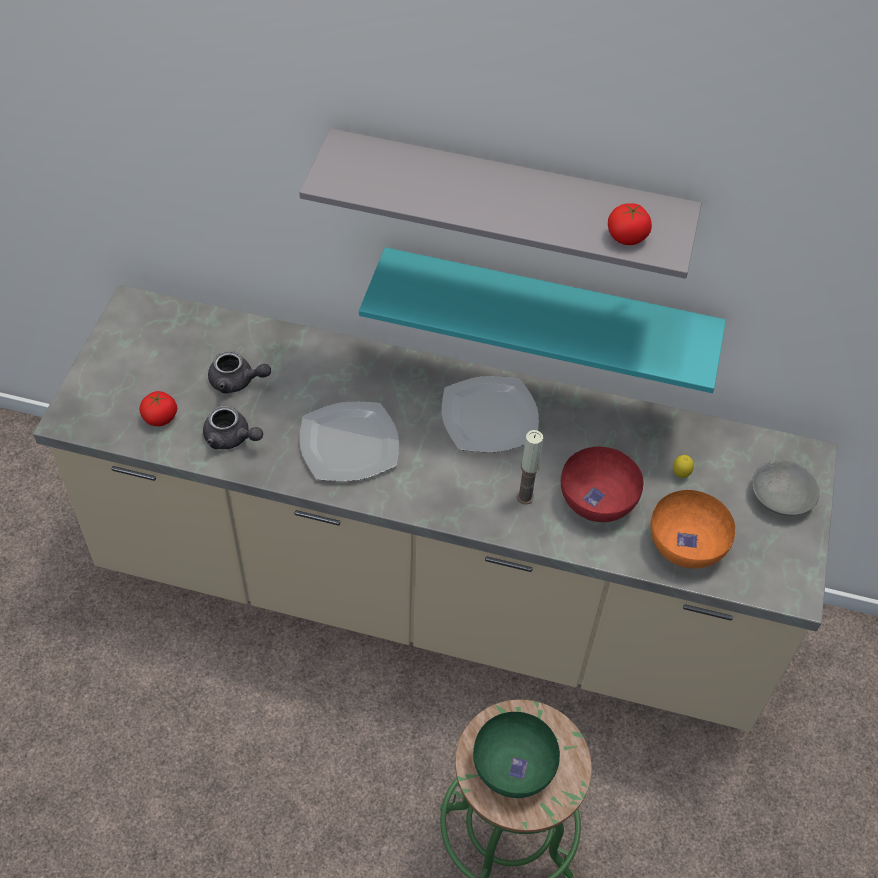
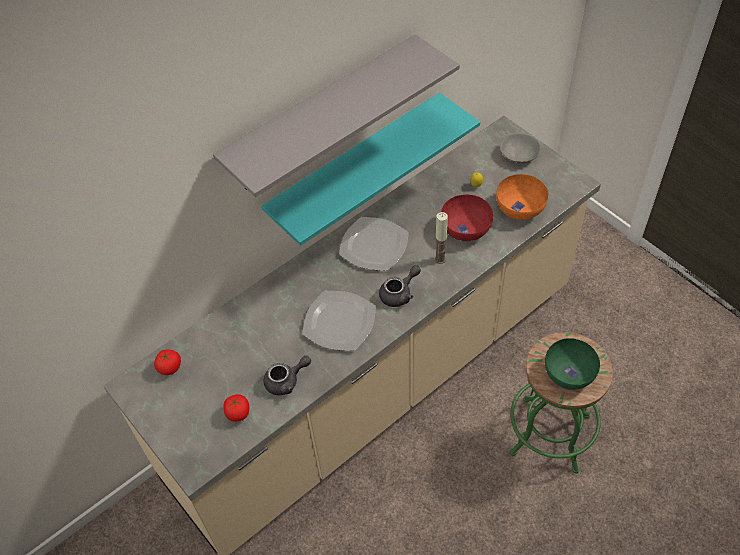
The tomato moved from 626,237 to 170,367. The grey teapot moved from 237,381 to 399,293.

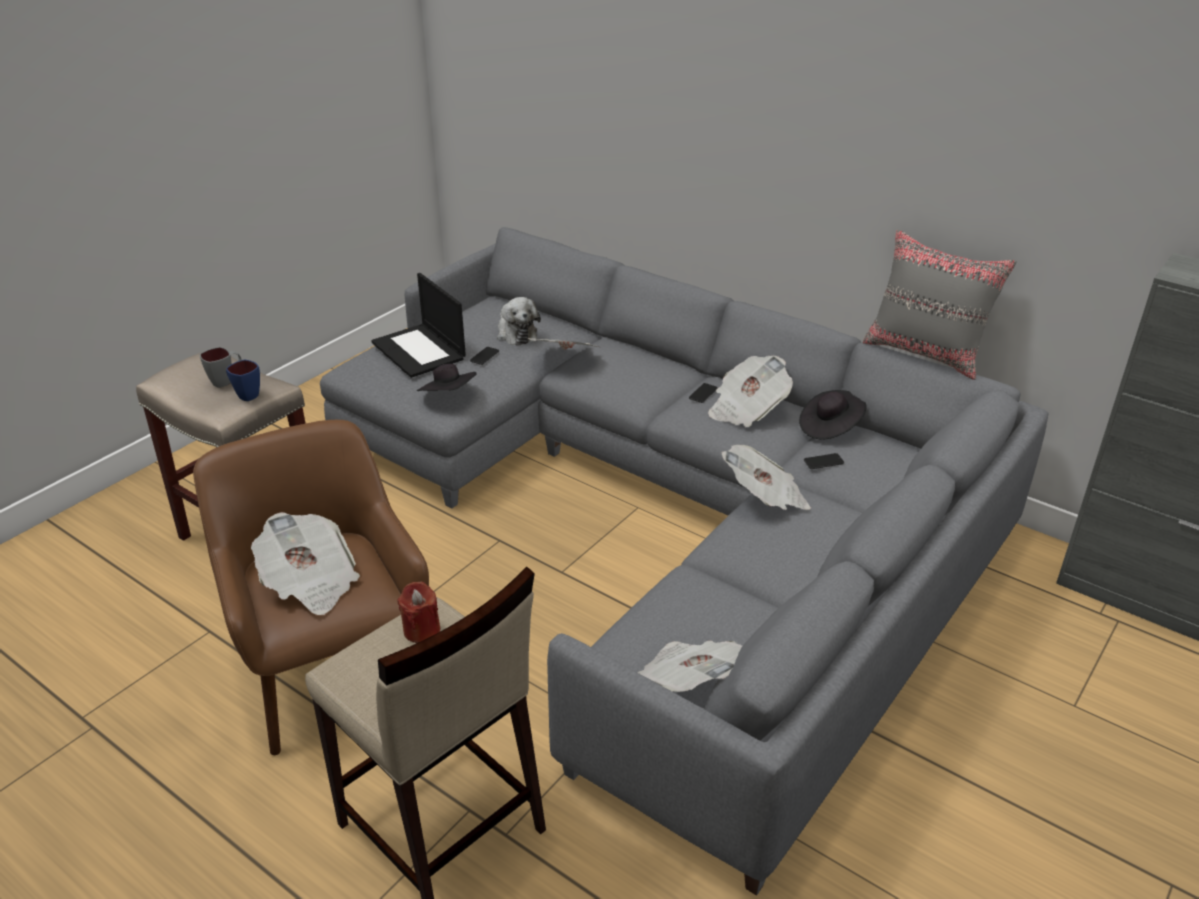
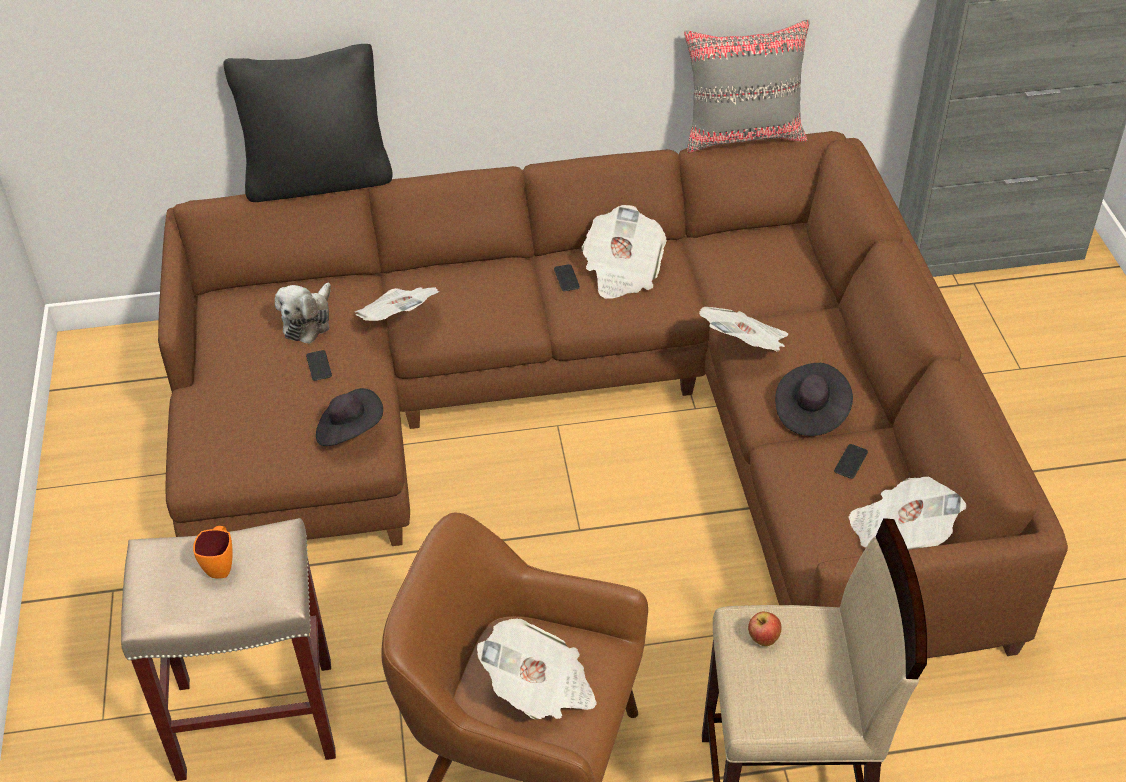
The grey sofa at 673,517 became the brown sofa at 598,414. The grey mug at 226,381 became the orange mug at 221,564. The black pillow at 319,180 appeared. The plush toy at 516,333 turned 90 degrees clockwise. The red candle at 421,630 was replaced by the apple at 763,639. The black hat moved from 830,427 to 810,412. The phone moved from 823,462 to 851,462. The blue mug at 245,394 disappeared. The laptop at 420,351 disappeared.

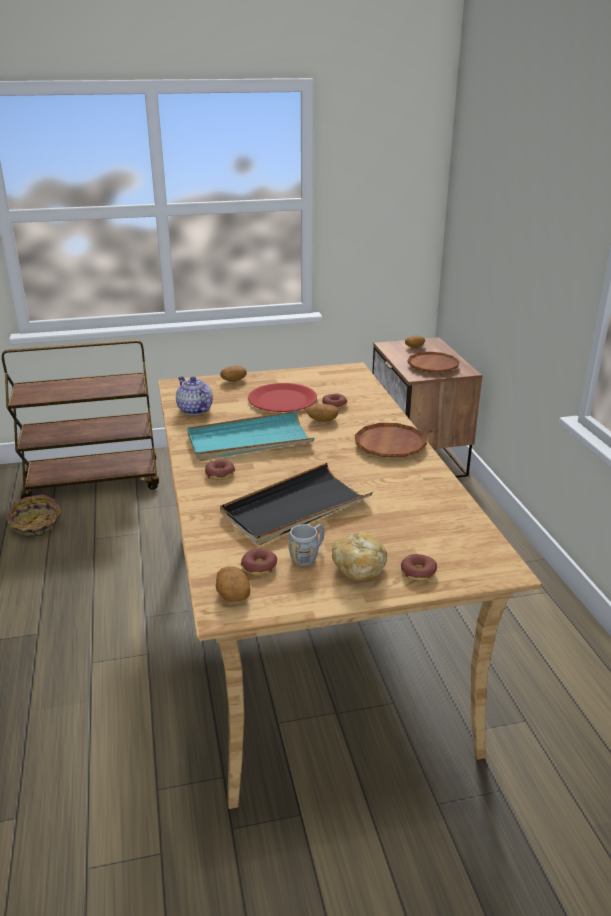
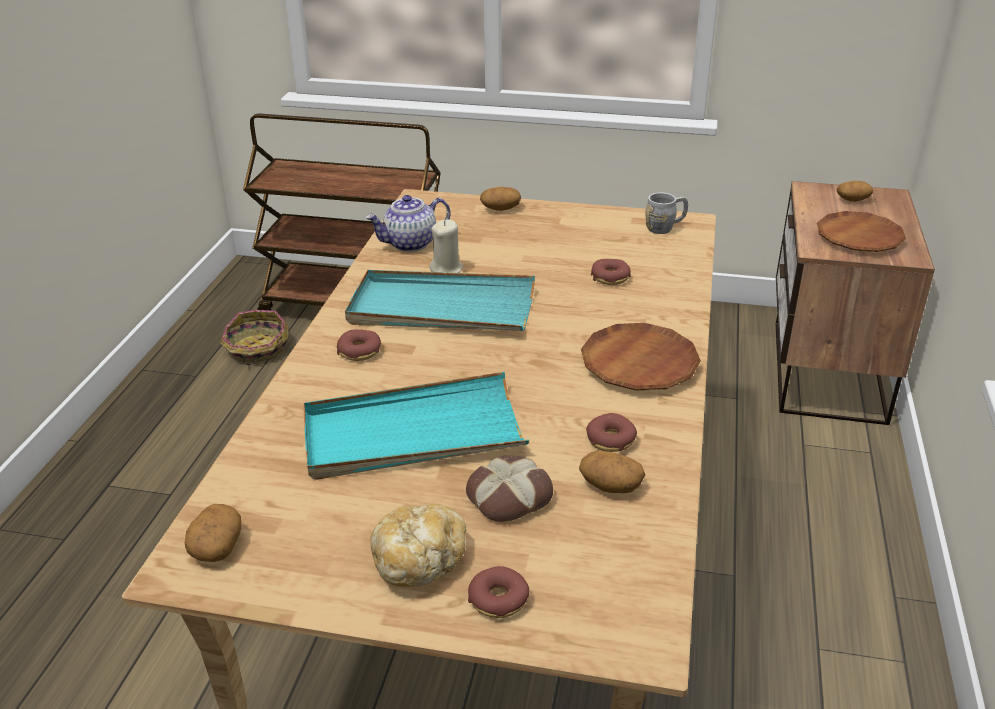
The black tray at 295,508 became the turquoise tray at 412,434. The teapot at 194,410 turned 105 degrees counterclockwise. The beige candle at 446,269 appeared. The bread at 508,496 appeared. The potato moved from 322,420 to 610,485. The donut moved from 259,567 to 611,440. The grey mug moved from 308,556 to 665,227. The red plate at 282,400 disappeared.

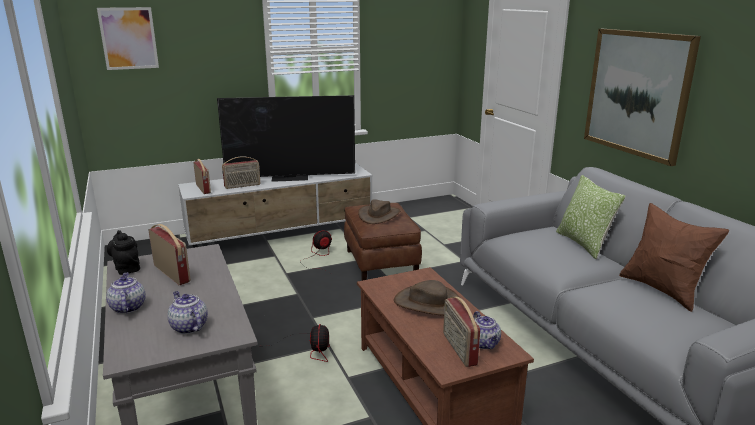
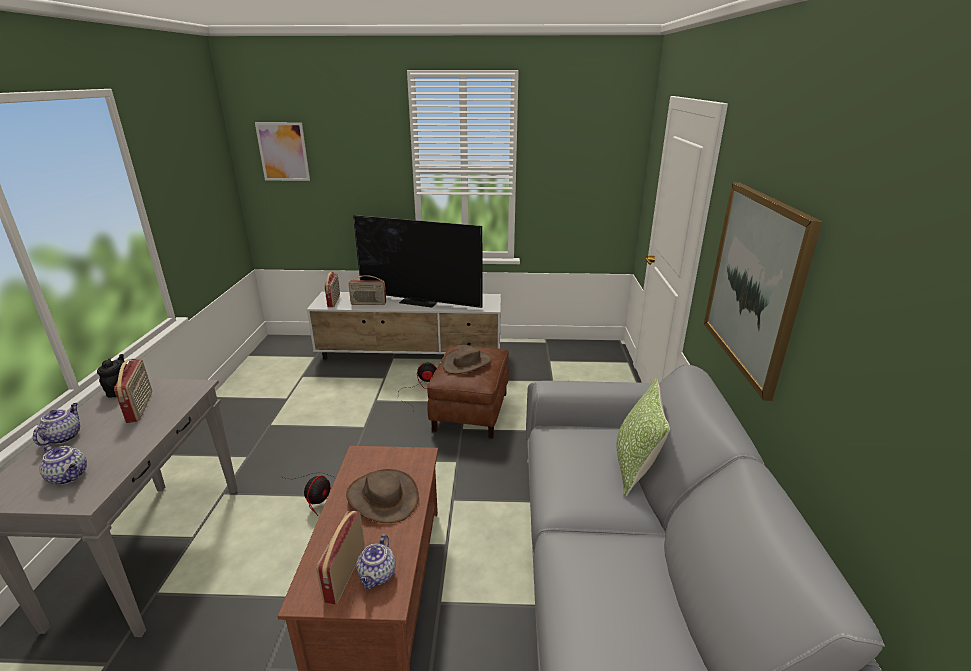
The teapot at 188,327 turned 135 degrees clockwise. The brown pillow at 662,290 disappeared.

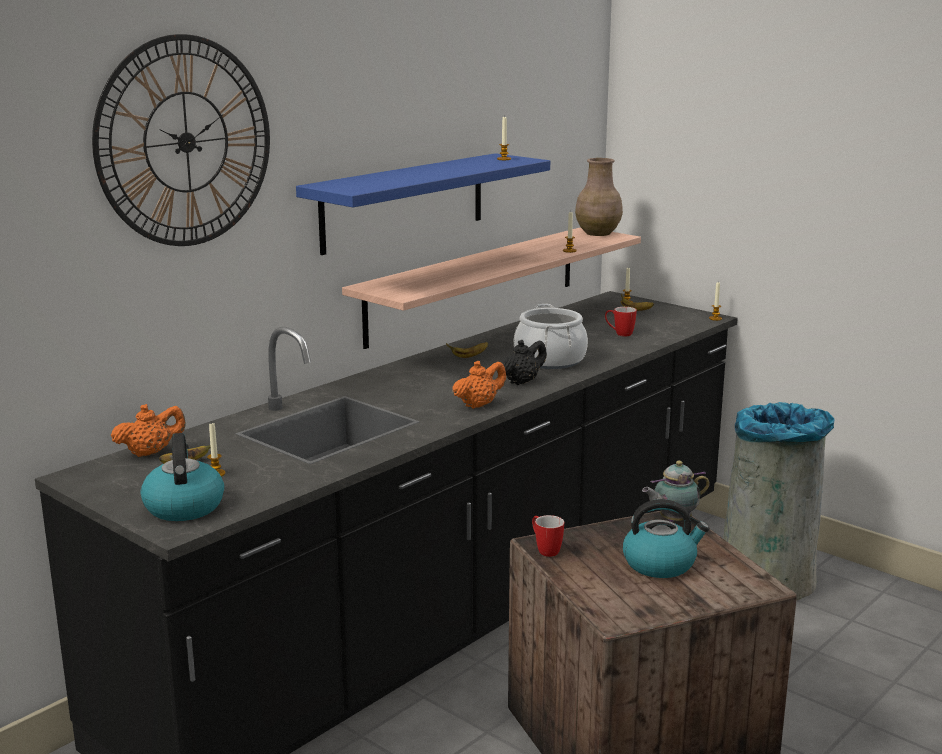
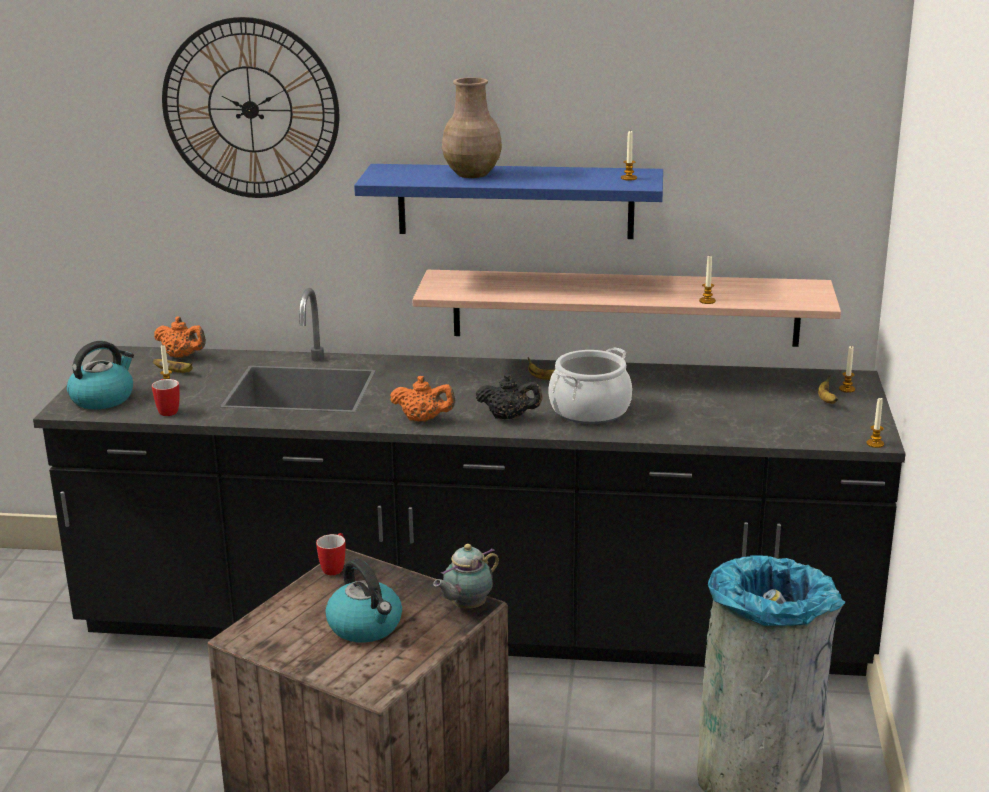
The mug moved from 619,334 to 167,410. The teapot at 673,520 turned 75 degrees counterclockwise. The brown vase moved from 598,233 to 472,174.

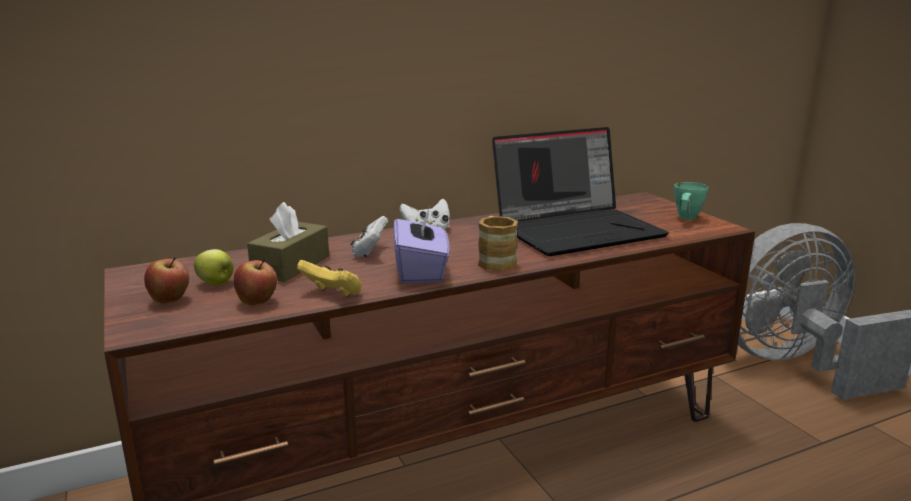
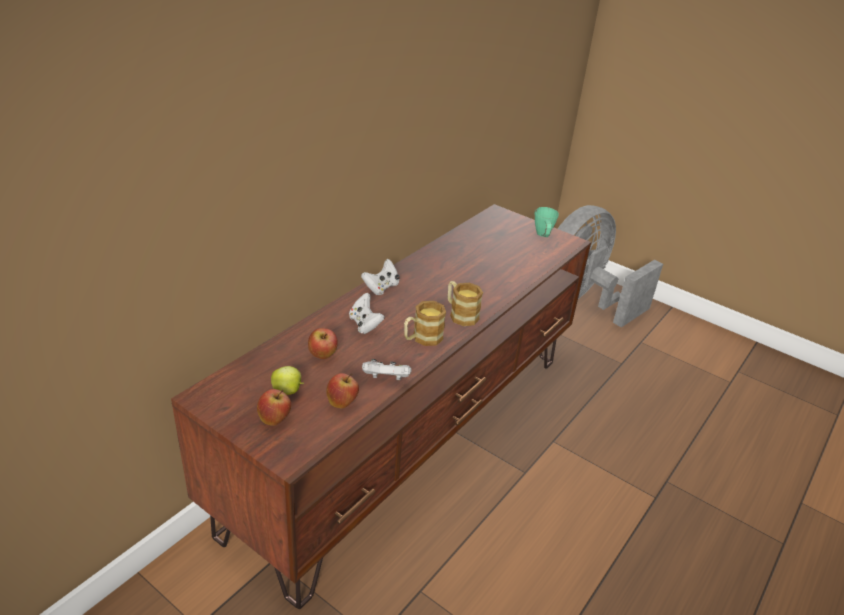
The brown tissue box at 291,265 was replaced by the apple at 323,355. The yellow game controller at 333,294 became the white game controller at 386,379. The purple tissue box at 421,271 was replaced by the mug at 422,338. The laptop at 578,230 disappeared.

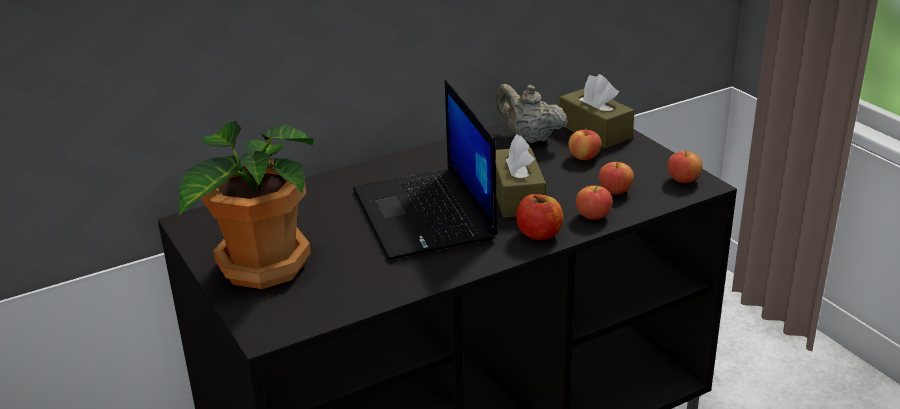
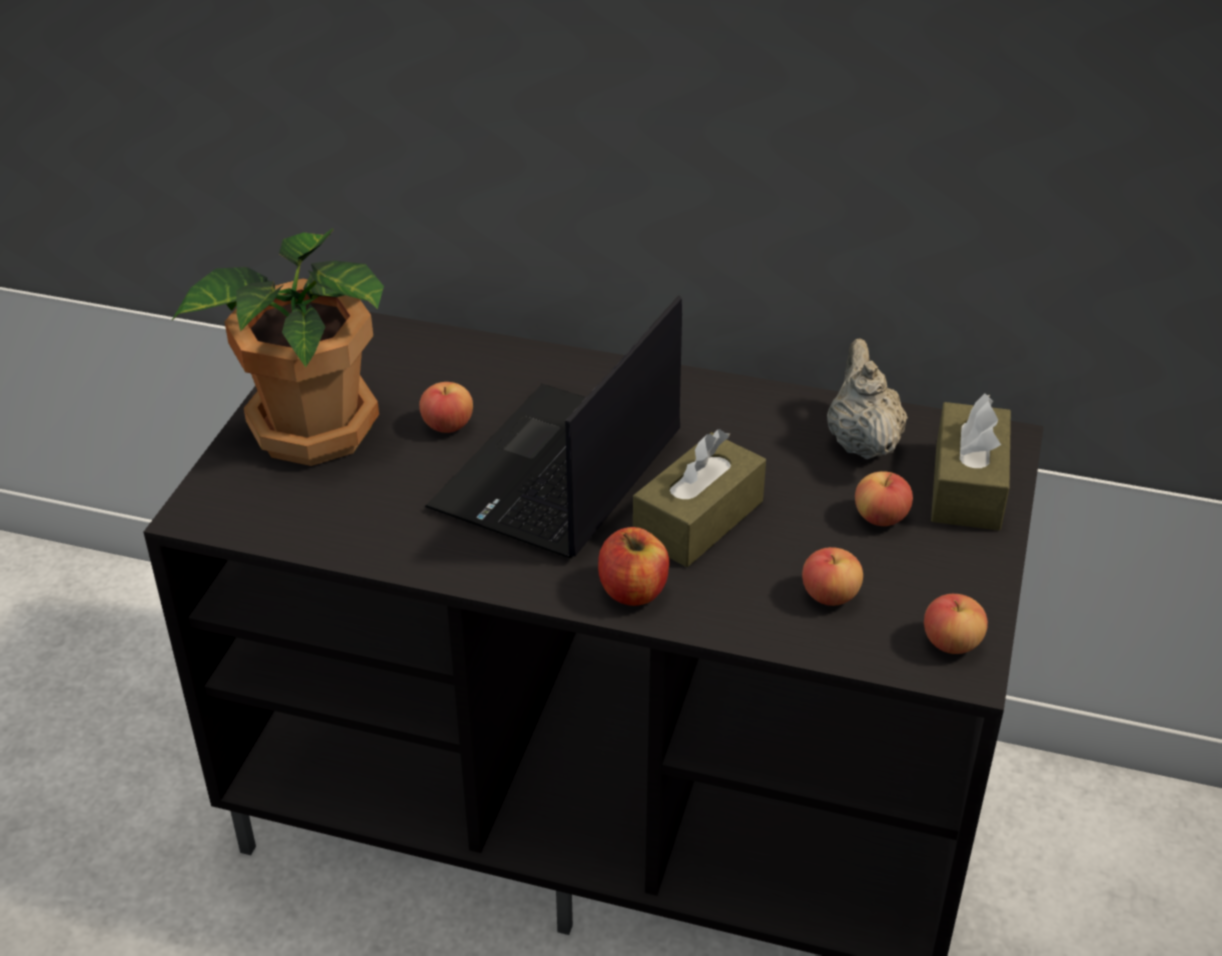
The apple moved from 593,215 to 447,425.

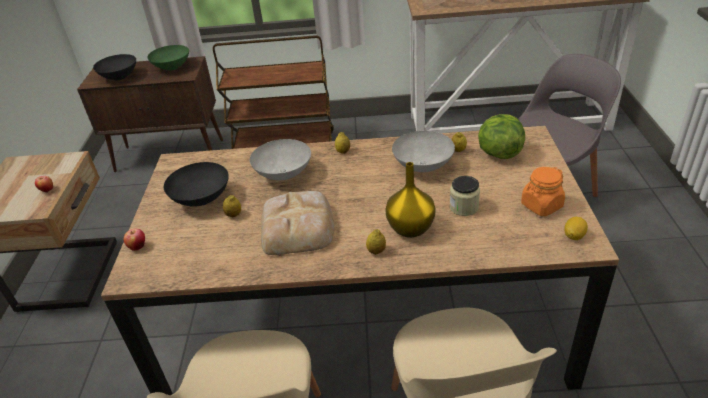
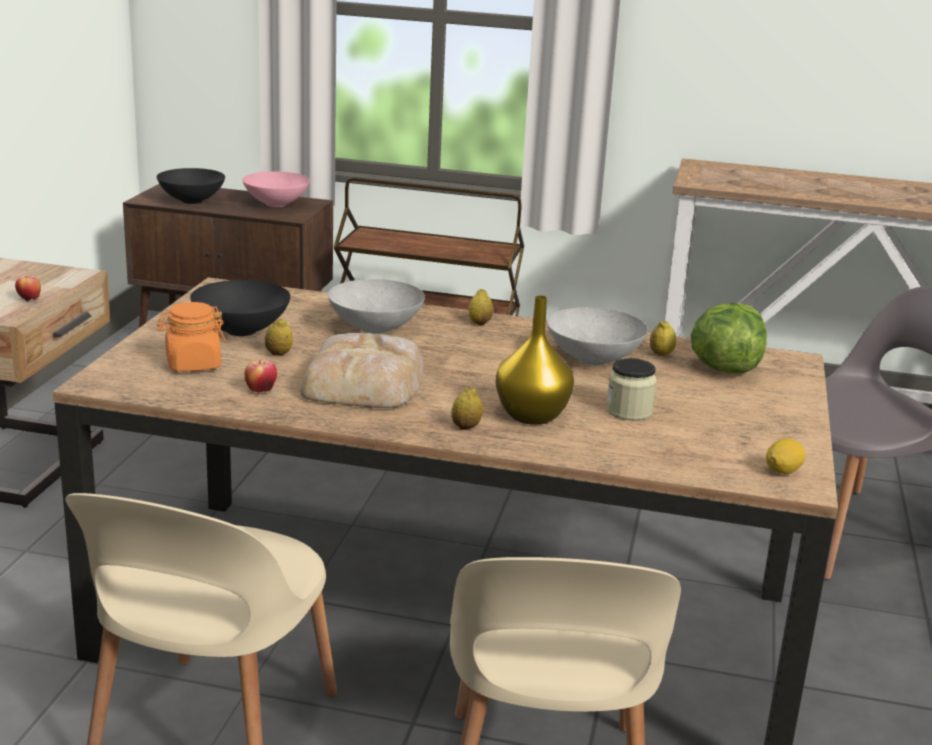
The orange jar moved from 541,206 to 193,364. The green bowl at 172,67 became the pink bowl at 276,204. The apple moved from 138,247 to 261,391.

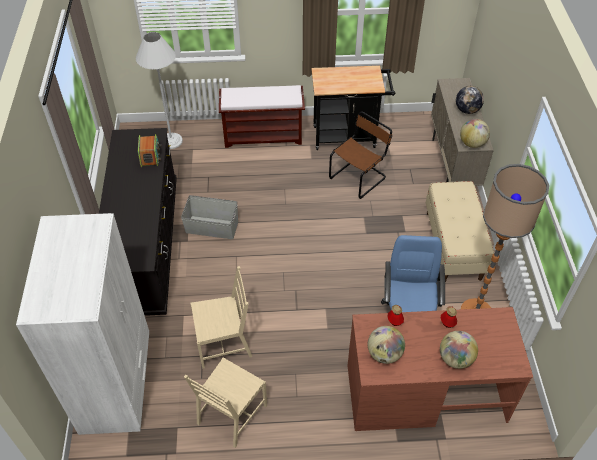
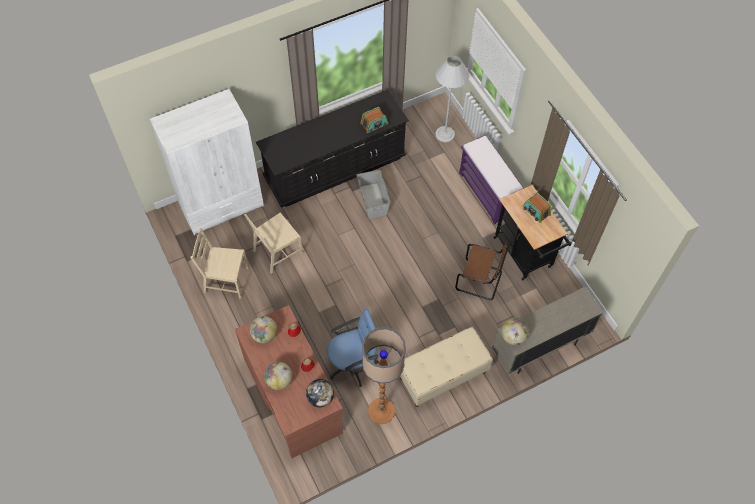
The beige chair at 224,343 turned 90 degrees clockwise. The globe moved from 467,110 to 320,398. The brown bench at 263,136 became the purple bench at 488,193. The radio at 536,211 appeared.

